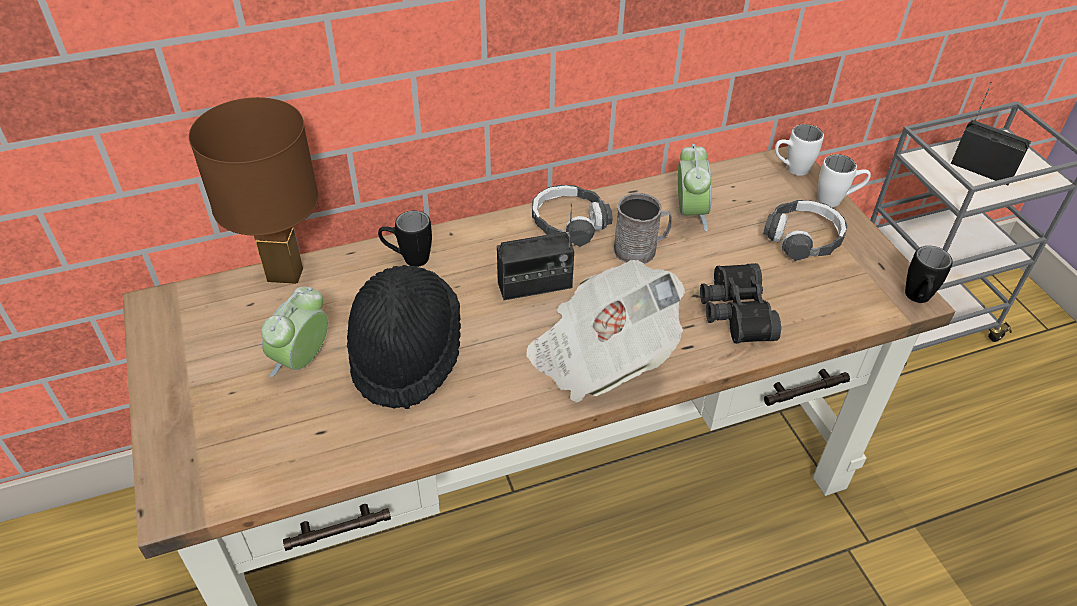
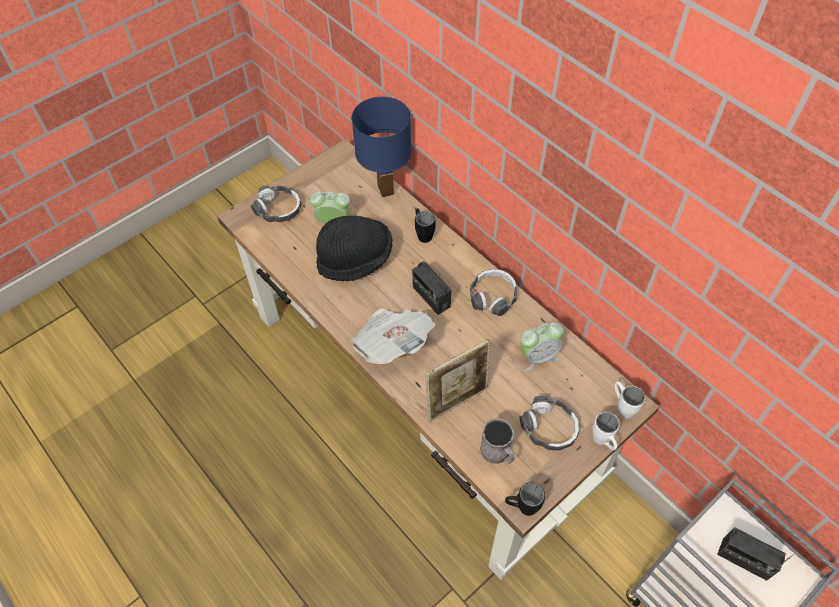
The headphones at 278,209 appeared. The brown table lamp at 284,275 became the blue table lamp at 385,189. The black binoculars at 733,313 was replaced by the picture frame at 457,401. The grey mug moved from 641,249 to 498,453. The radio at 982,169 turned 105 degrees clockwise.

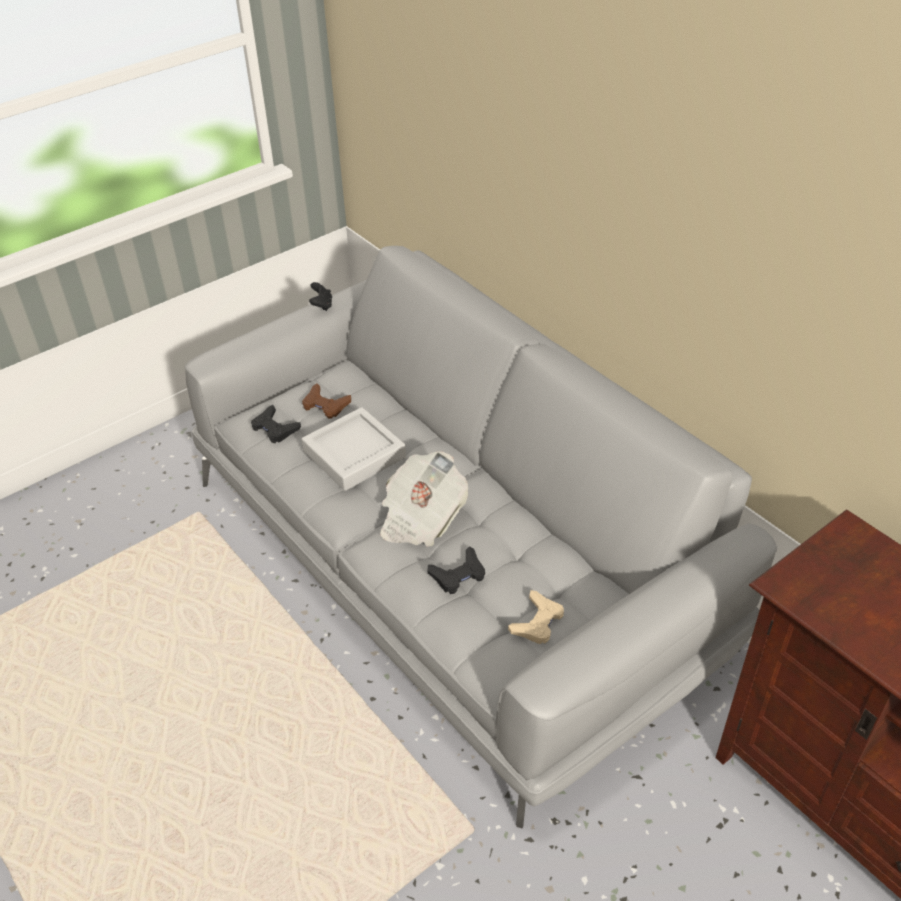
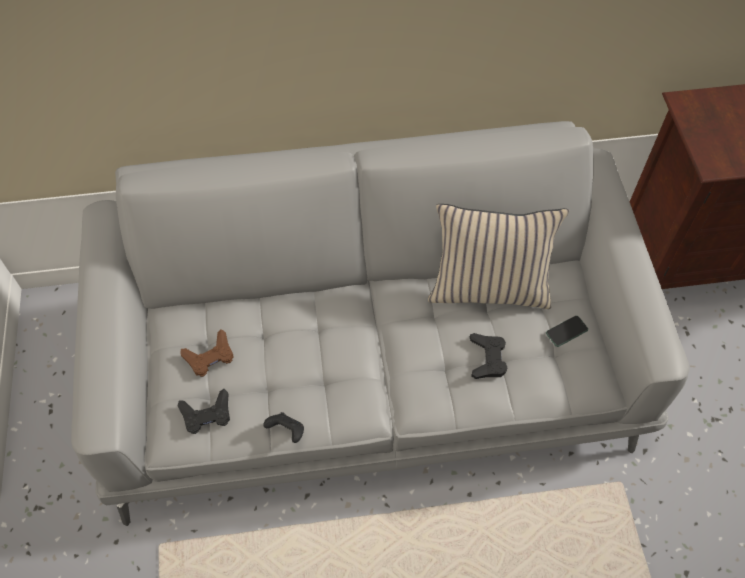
The black game controller moved from 322,305 to 287,431. The beige pillow at 488,288 appeared. The beige game controller at 537,622 was replaced by the phone at 566,331. The grey tray at 354,454 disappeared. The newspaper at 421,517 disappeared.

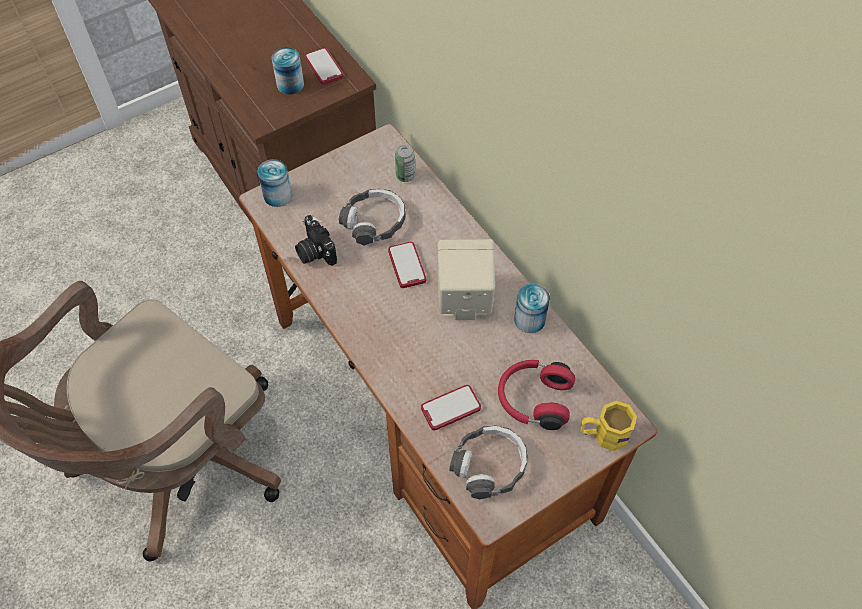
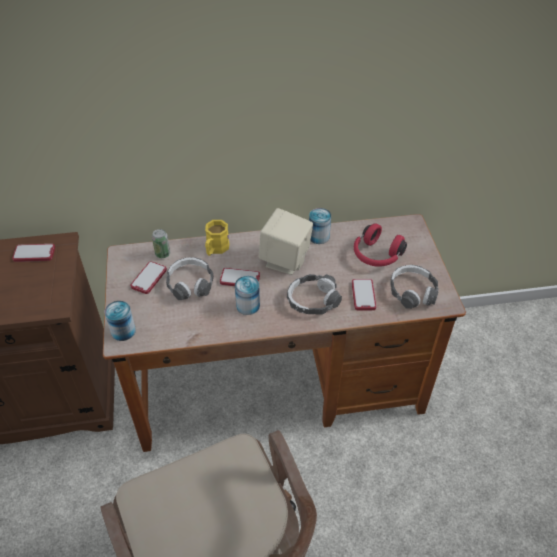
The phone at 149,278 appeared. The yellow mug moved from 603,434 to 216,249. The can moved from 290,84 to 248,305. The headphones at 313,300 appeared. The photo camera at 314,251 disappeared.

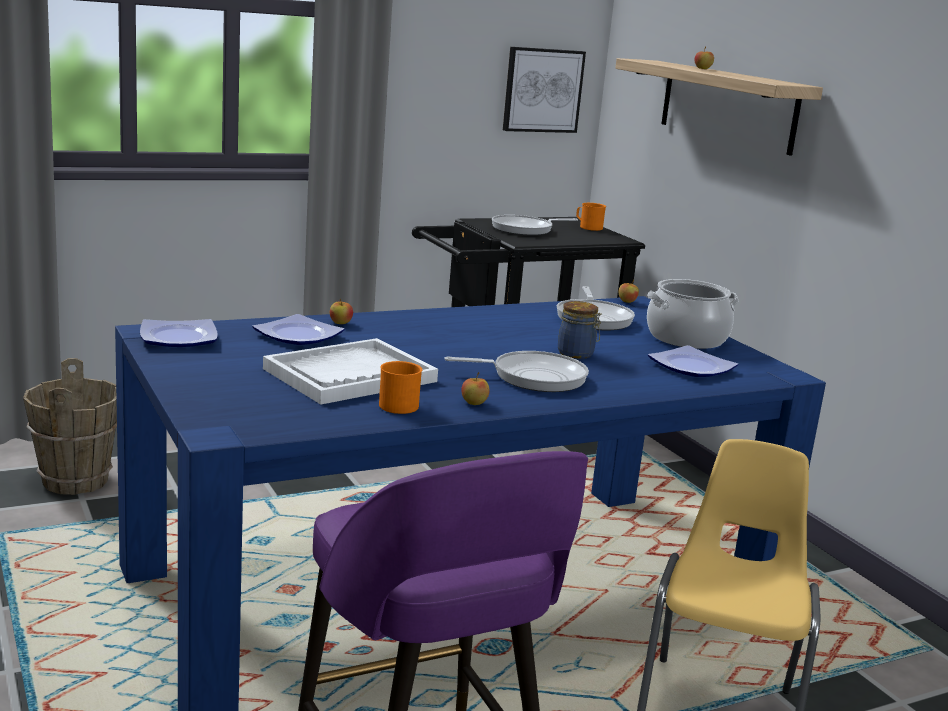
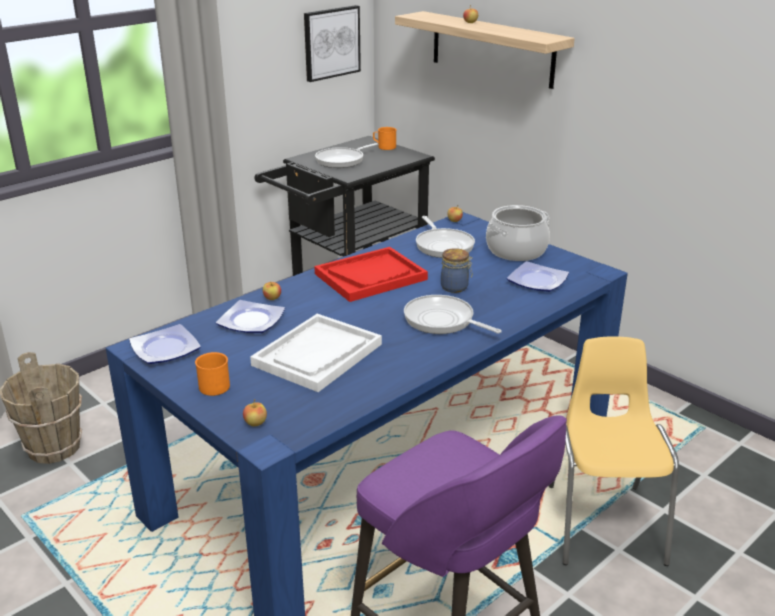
The orange mug moved from 401,404 to 215,384. The apple moved from 474,403 to 255,423. The red tray at 370,276 appeared. The frying pan at 533,377 turned 120 degrees counterclockwise.

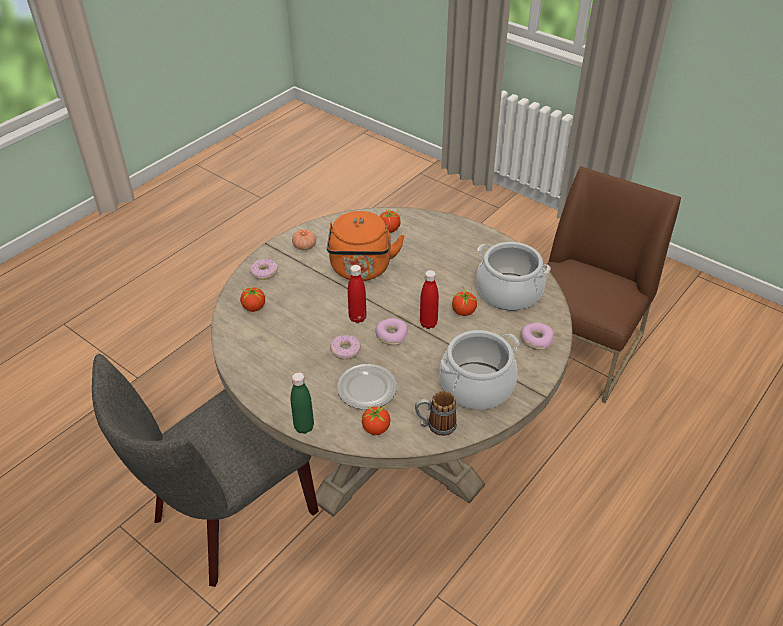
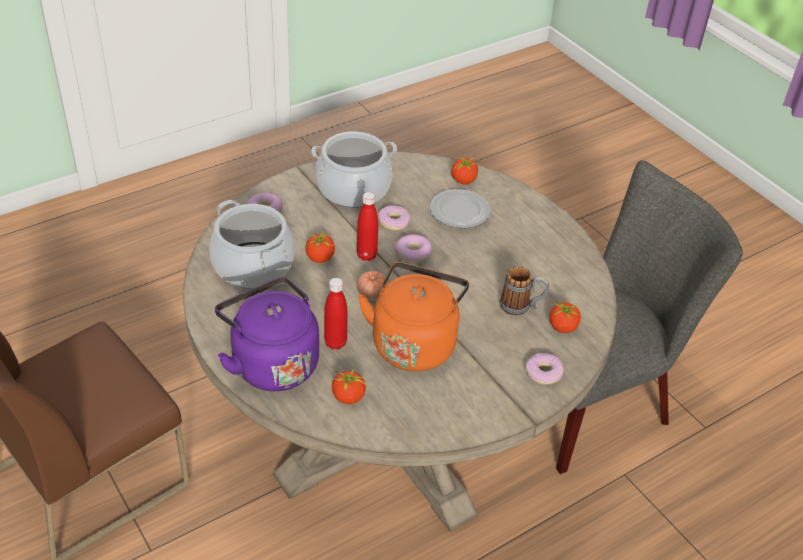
The purple kettle at 271,362 appeared. The red bottle moved from 357,318 to 335,343. The tomato moved from 304,246 to 372,293. The donut moved from 345,351 to 394,222. The mug moved from 435,425 to 521,307. The green bottle at 304,427 disappeared.

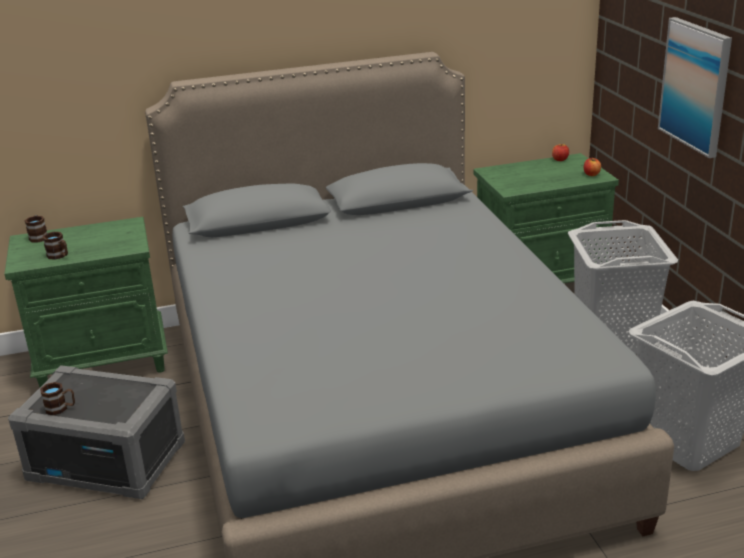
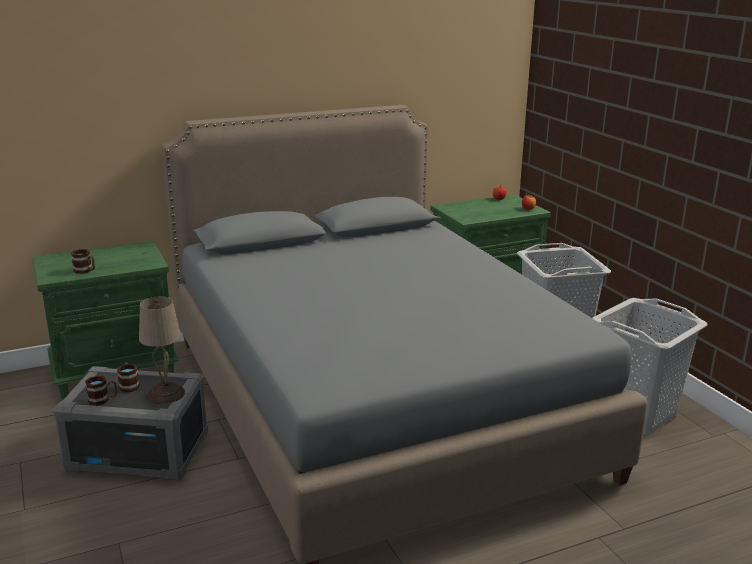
The brown mug moved from 39,236 to 129,385. The beige table lamp at 165,394 appeared. The picture at 695,86 disappeared.

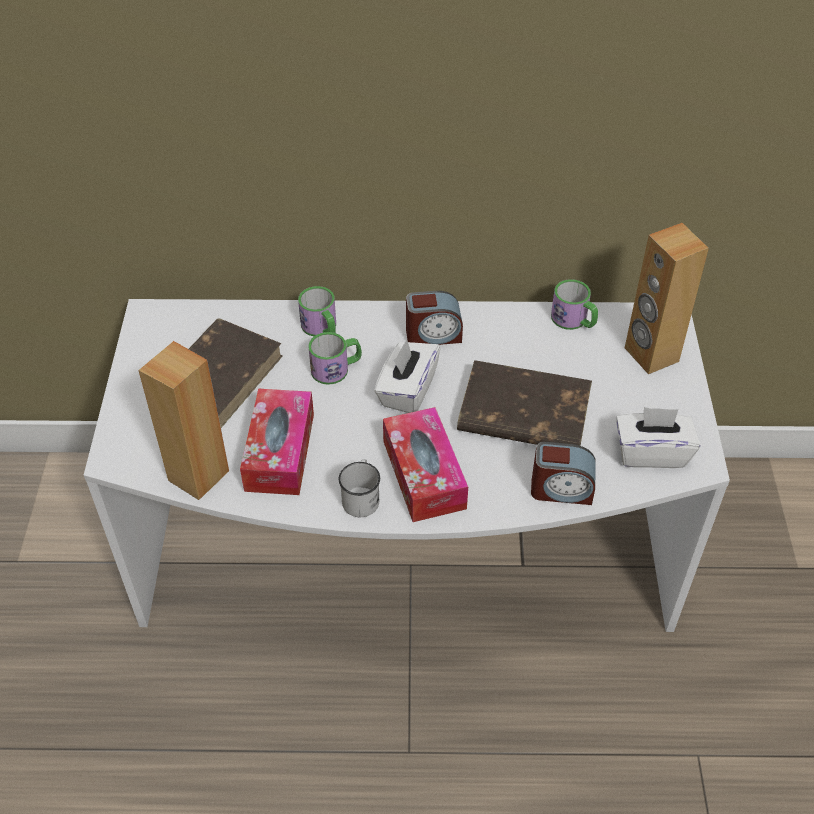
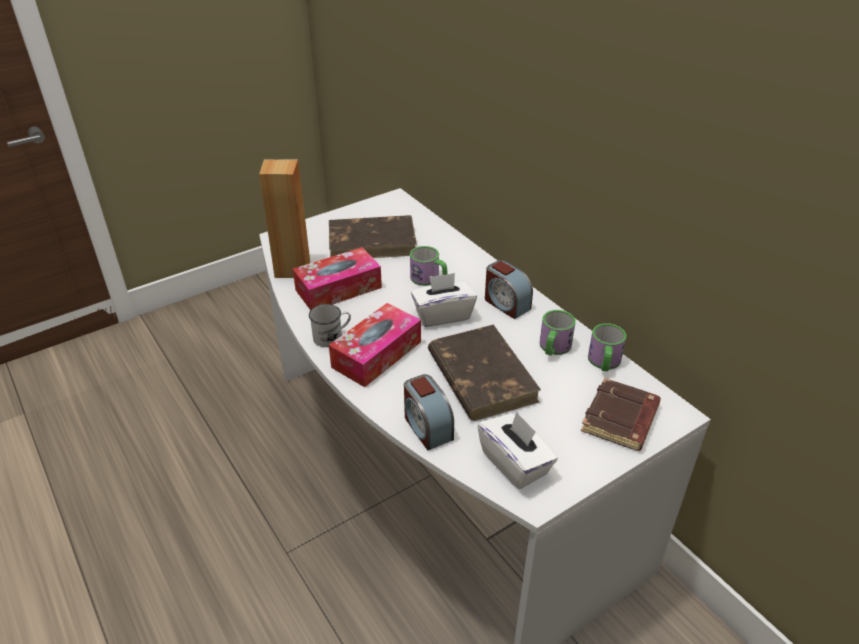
The mug moved from 321,328 to 553,348. The brown speaker at 650,355 was replaced by the brown book at 621,420.

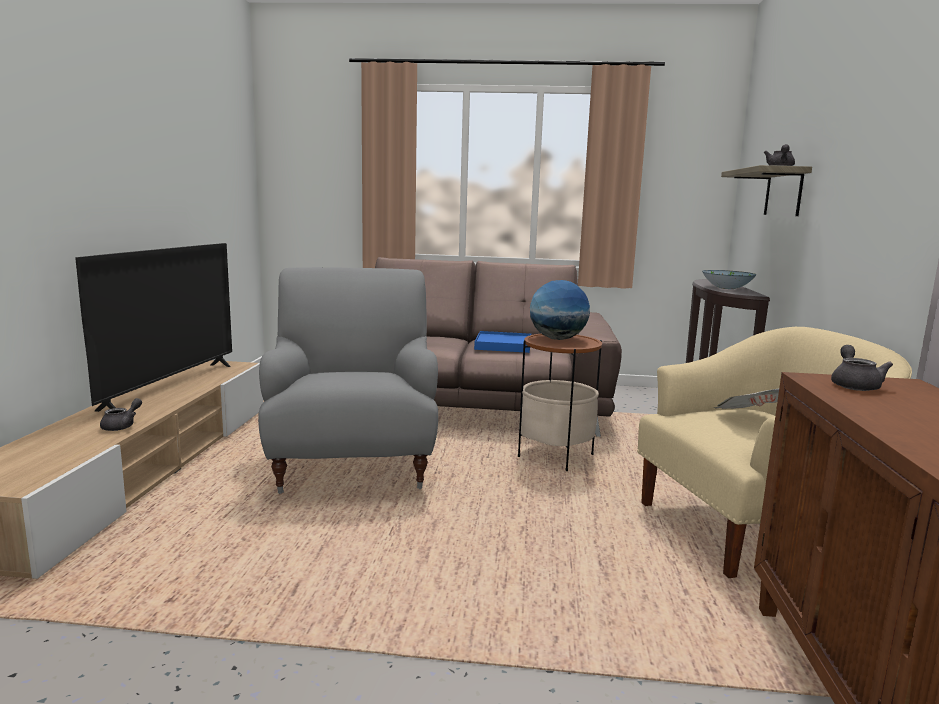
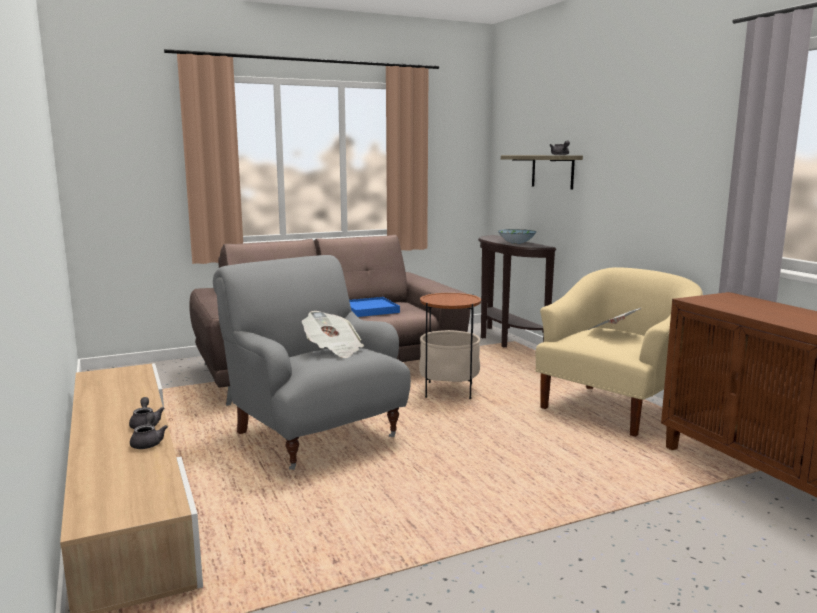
The grey teapot moved from 854,385 to 145,424. The newspaper at 333,350 appeared. The television at 171,386 disappeared. The globe at 557,339 disappeared.

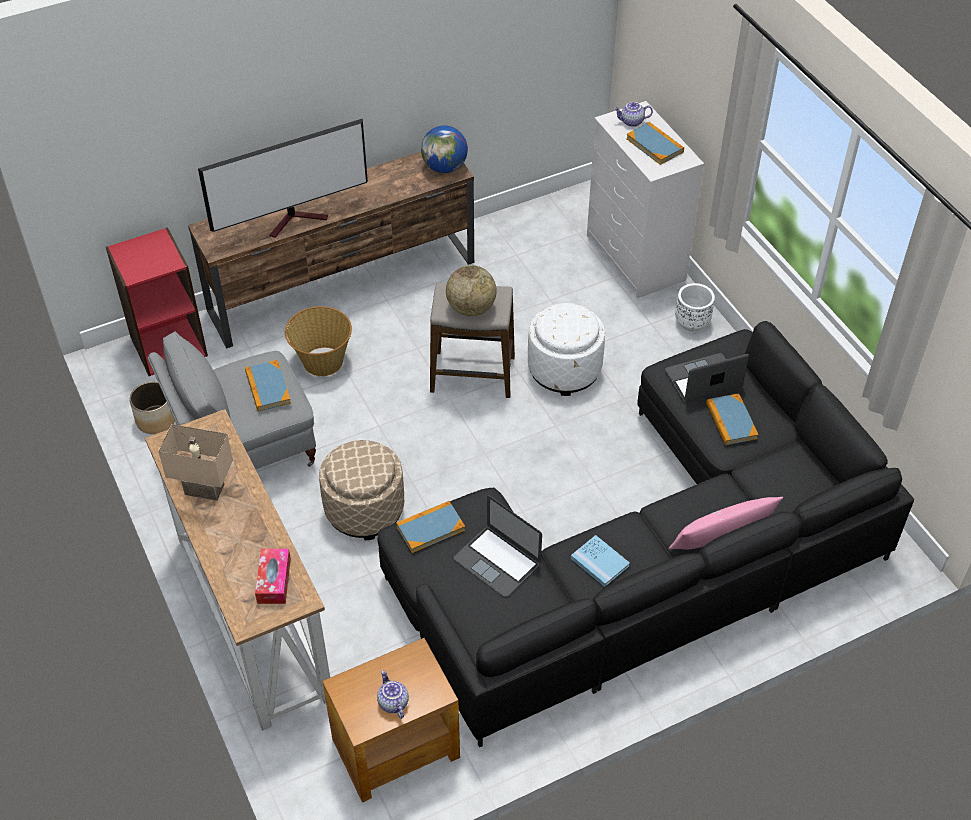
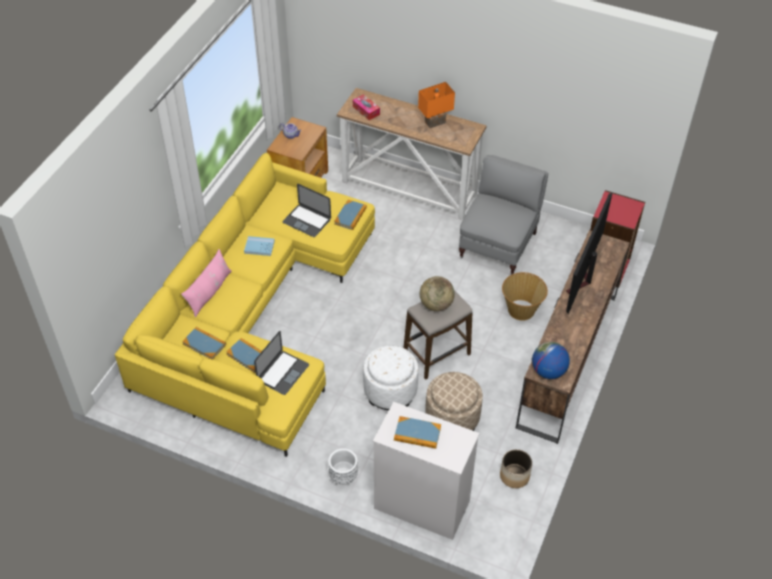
The black sofa at 651,558 became the yellow sofa at 254,317. The book moved from 268,387 to 204,344. The laptop at 497,561 turned 150 degrees counterclockwise. The beige table lamp at 205,488 became the orange table lamp at 435,123. The beige ottoman moved from 364,509 to 452,418. The planter moved from 156,420 to 514,476. The teapot at 631,122 disappeared.

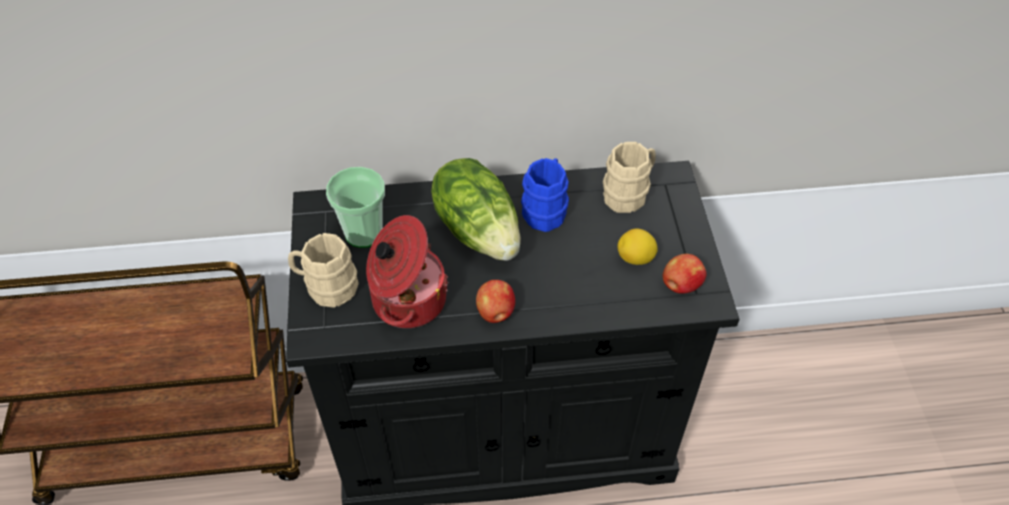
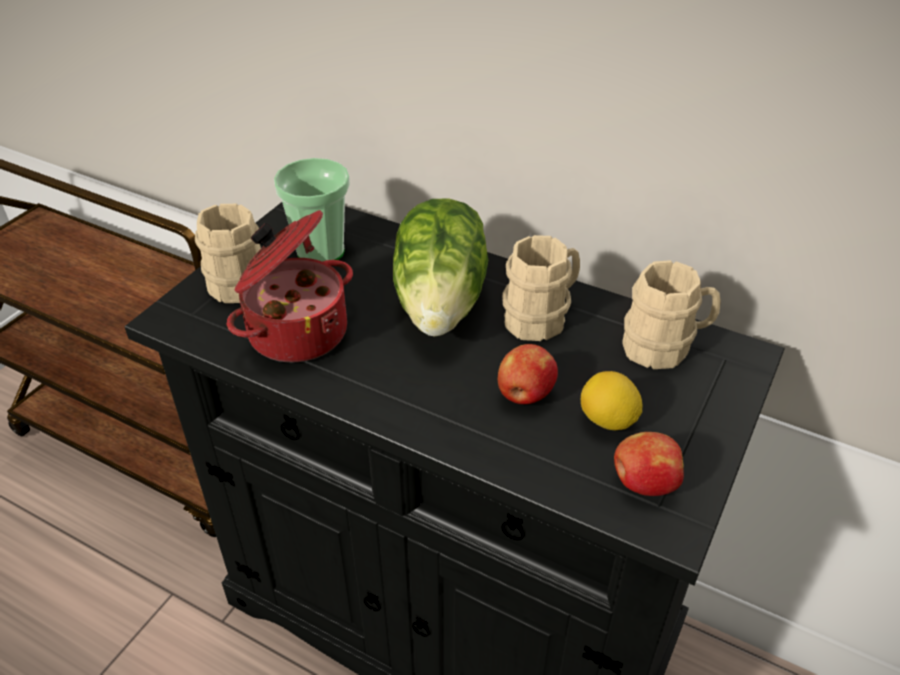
The apple moved from 495,313 to 524,395. The blue mug at 546,209 became the beige mug at 542,316.

